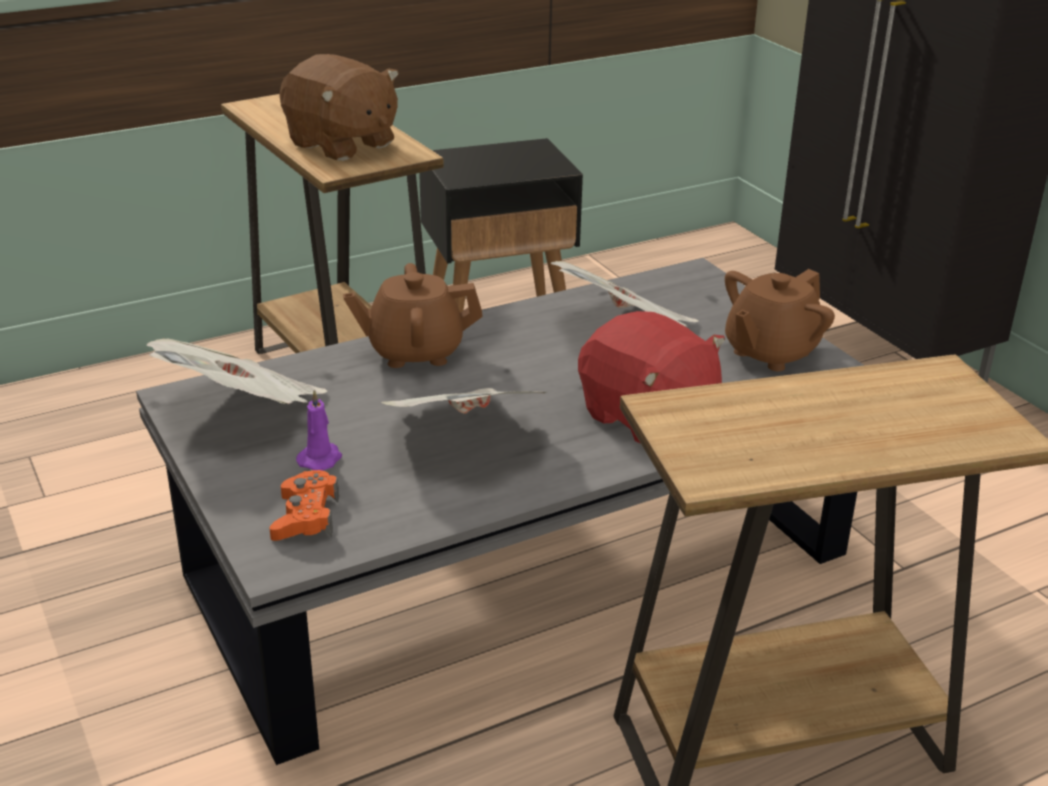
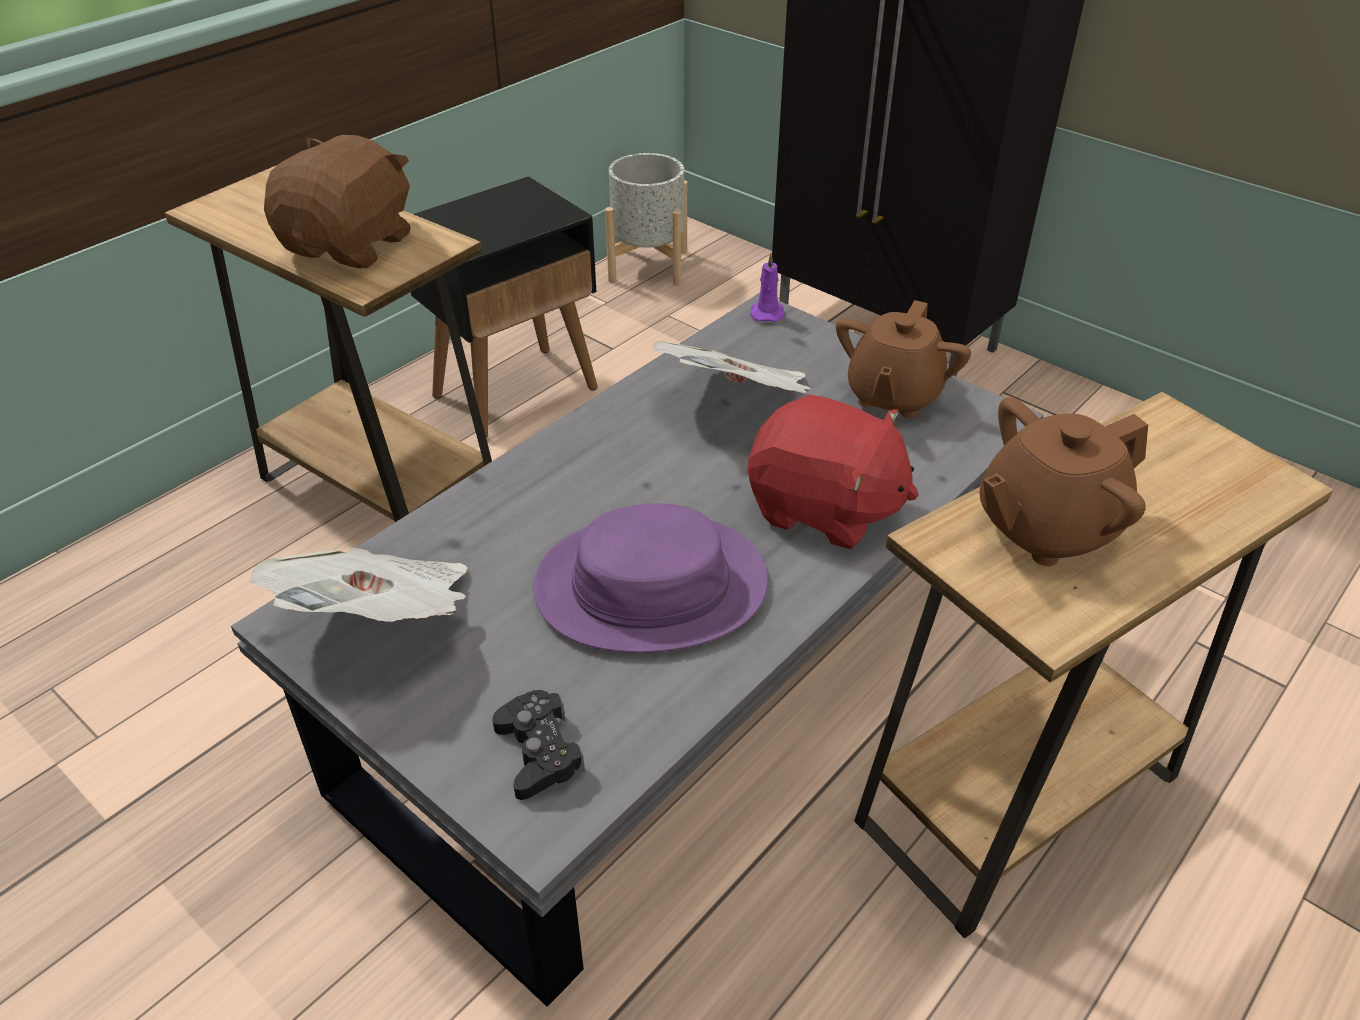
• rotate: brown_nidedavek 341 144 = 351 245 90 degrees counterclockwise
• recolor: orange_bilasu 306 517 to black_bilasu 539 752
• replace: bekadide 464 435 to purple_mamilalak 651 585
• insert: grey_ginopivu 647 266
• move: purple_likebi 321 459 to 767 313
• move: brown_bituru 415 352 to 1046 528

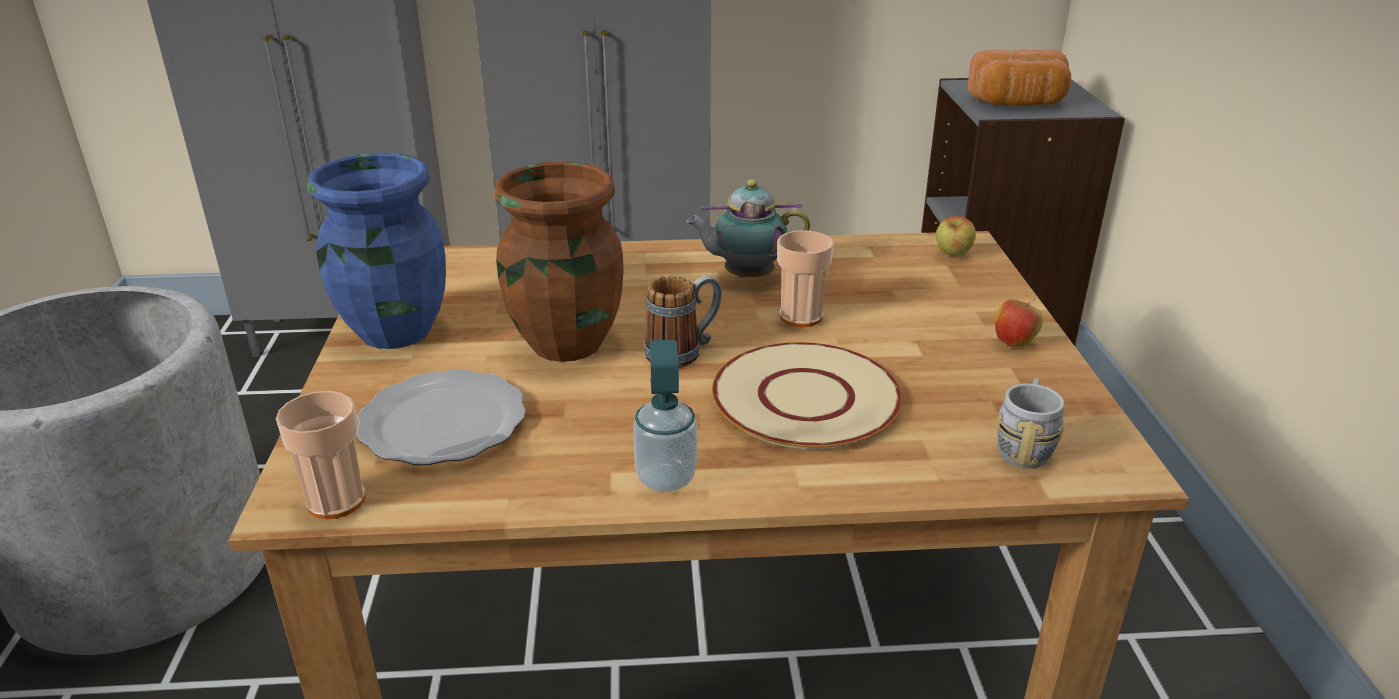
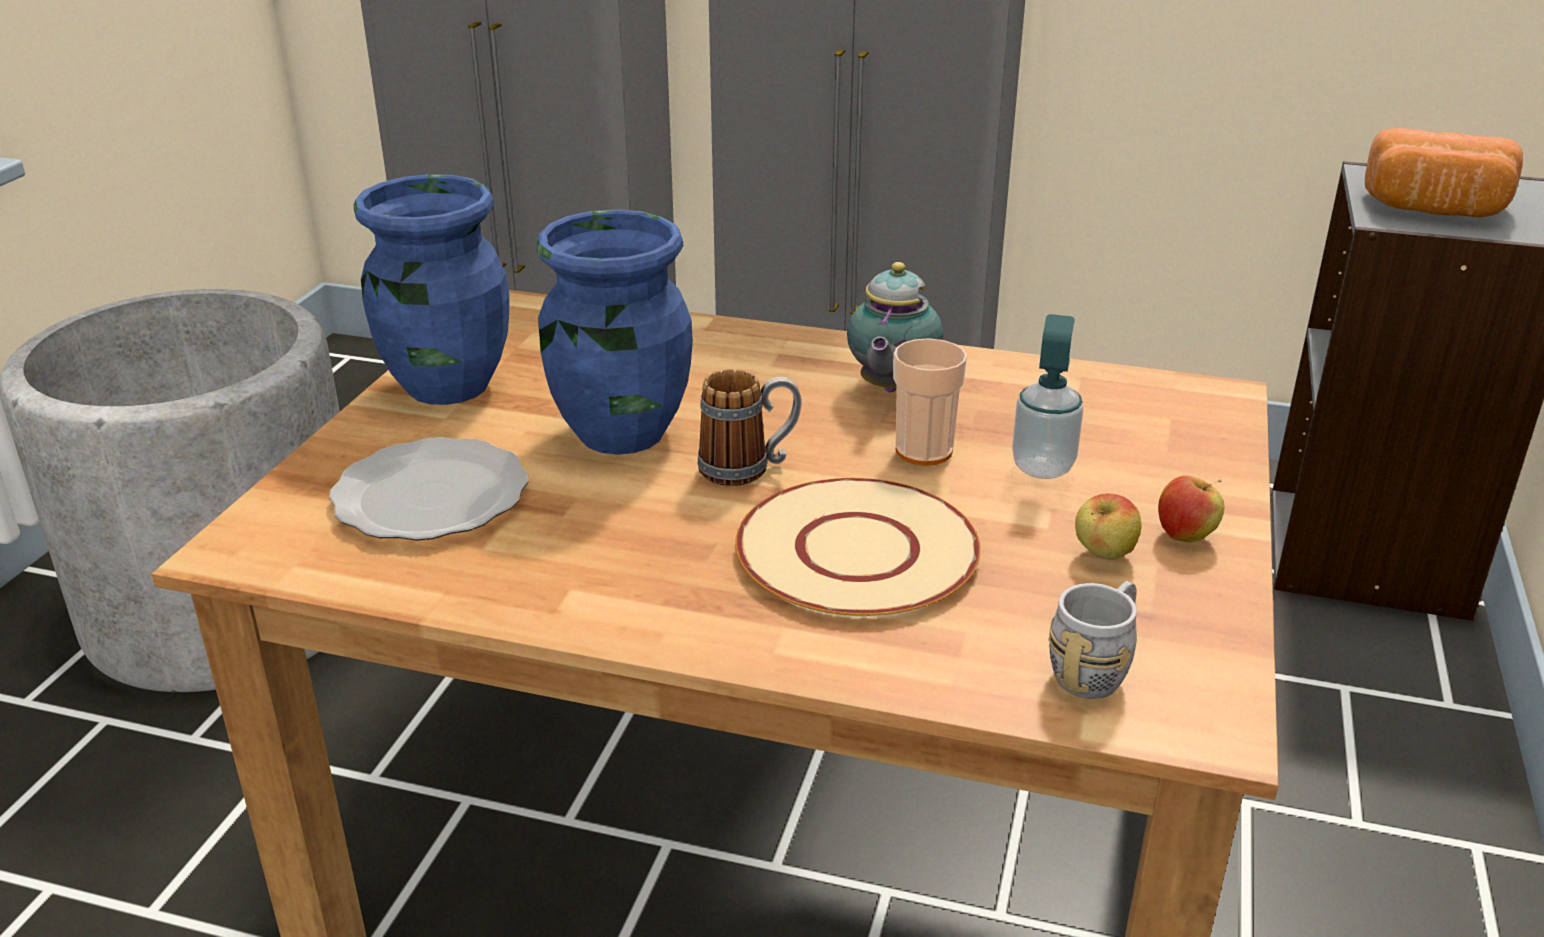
• recolor: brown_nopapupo 564 343 to blue_nopapupo 620 433
• rotate: bituru 745 276 = 890 389 90 degrees counterclockwise
• move: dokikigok 666 478 to 1042 467
• move: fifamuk 952 255 to 1103 556
• delete: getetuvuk 336 500

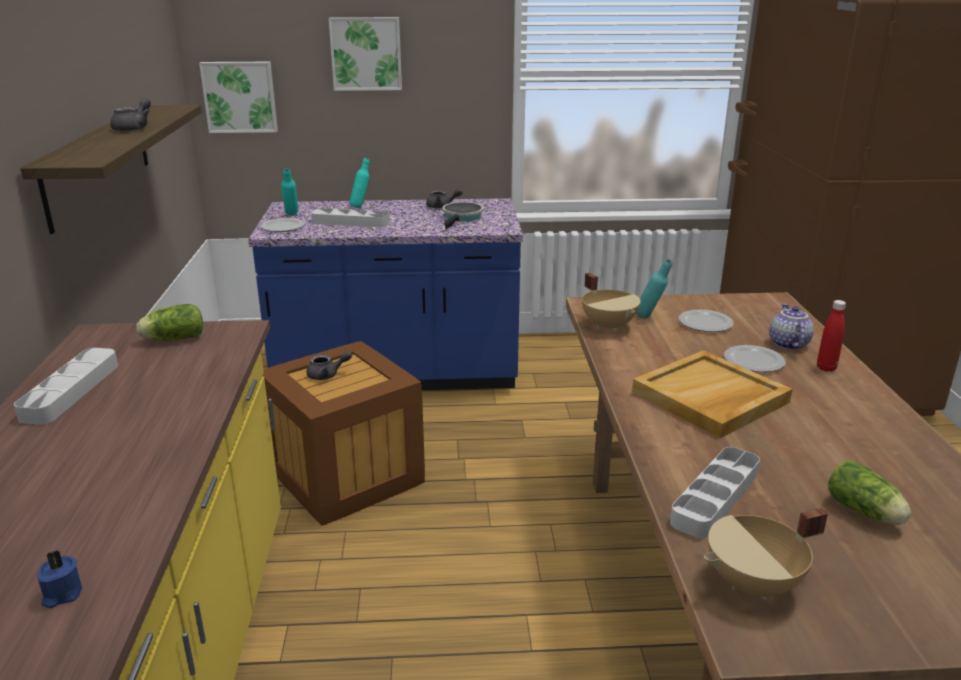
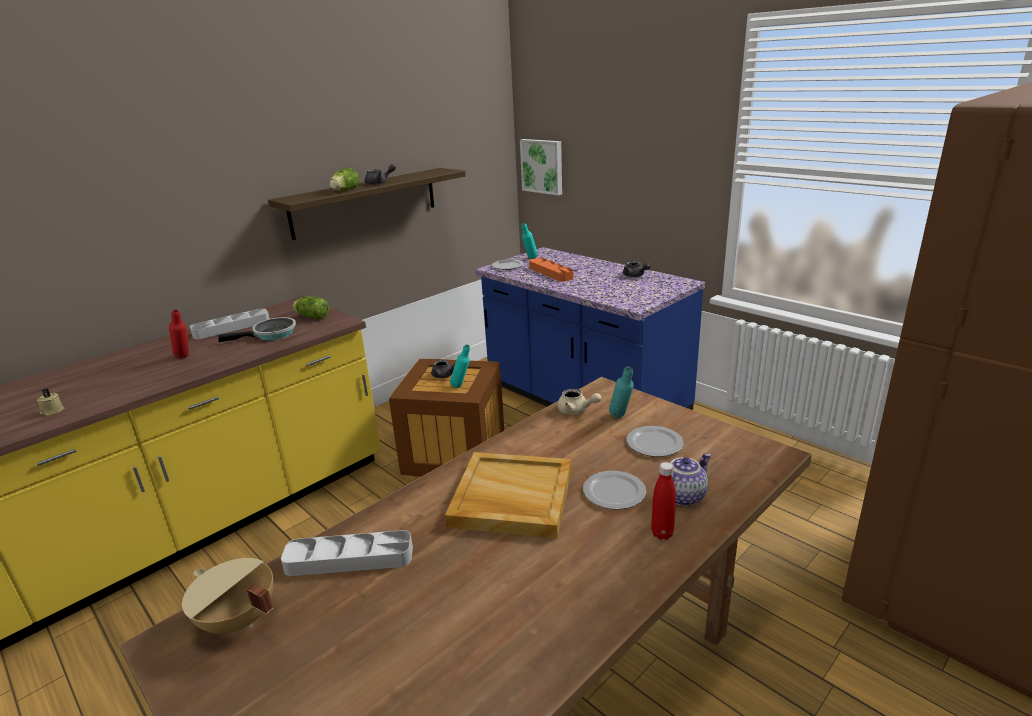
• recolor: blue_likebi 61 594 to beige_likebi 52 411
• insert: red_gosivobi 185 358
• move: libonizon 462 218 to 271 334
• move: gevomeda 866 513 to 344 190
• move: turquoise_gosivobi 361 207 to 461 386
• recolor: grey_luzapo 351 222 to orange_luzapo 550 273
• replace: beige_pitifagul 609 326 to beige_bituru 576 410
• delete: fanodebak 366 53

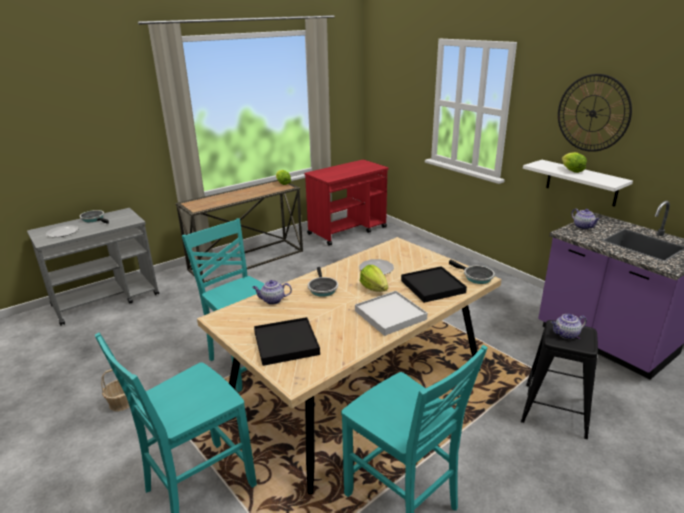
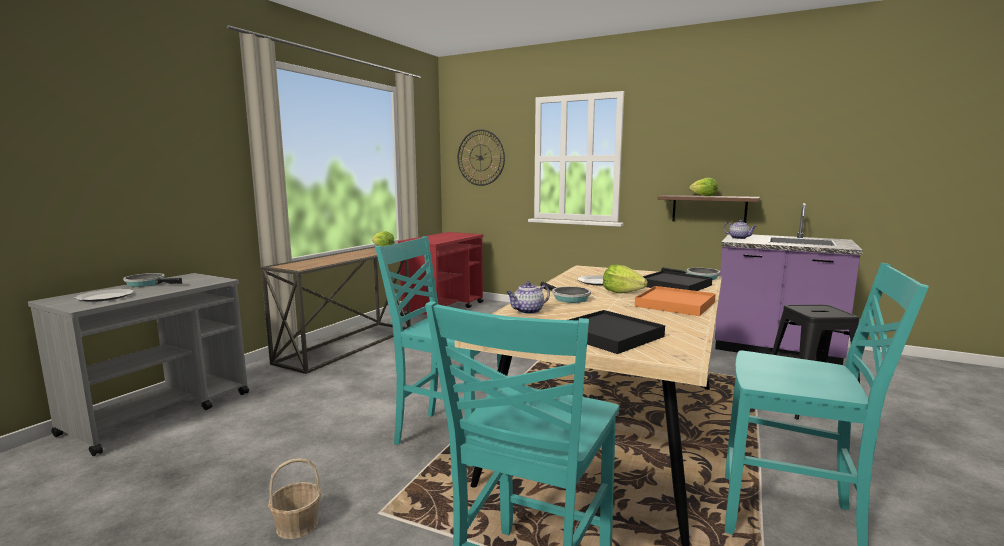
• move: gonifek 592 113 to 480 157
• recolor: white_luzapo 390 315 to orange_luzapo 675 304
• recolor: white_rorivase 581 183 to brown_rorivase 709 209
• delete: bituru 566 334

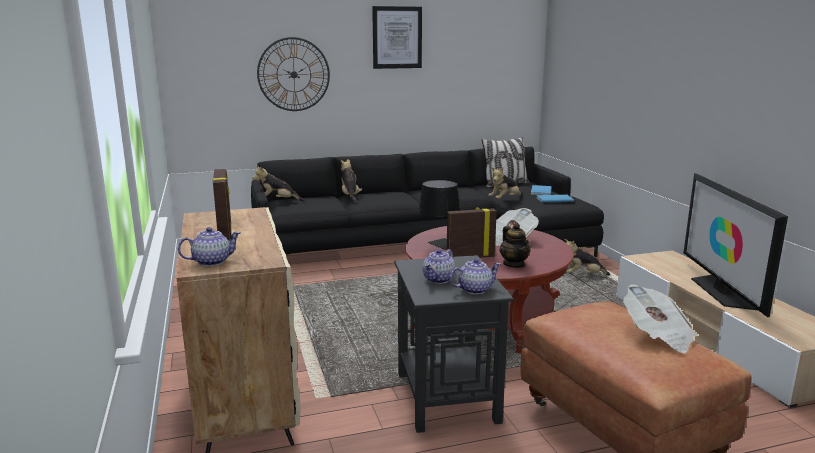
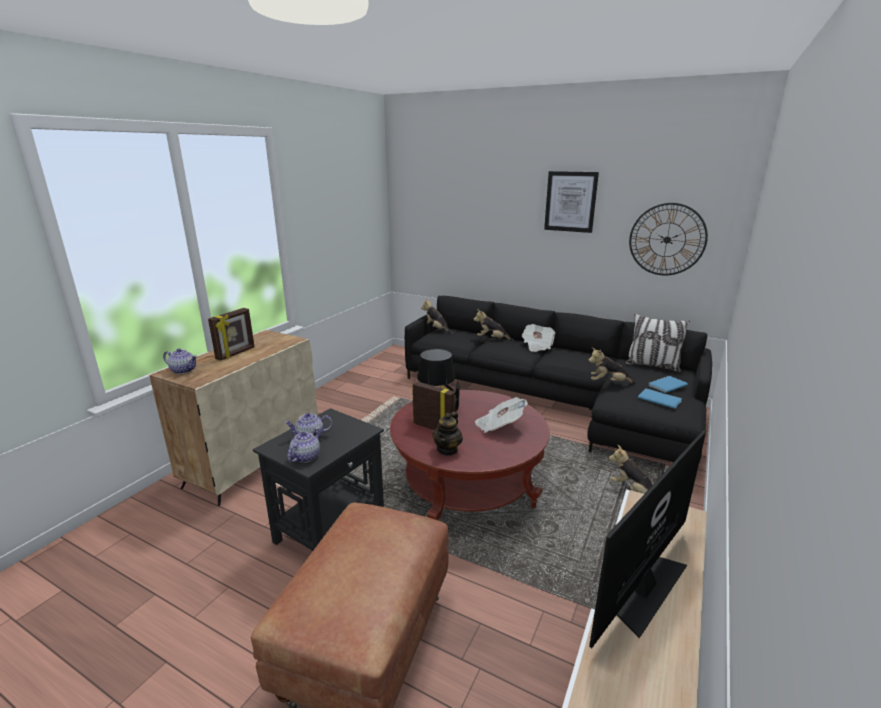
• rotate: bituru 474 289 = 305 456 90 degrees counterclockwise
• rotate: nidedavek 350 196 = 492 339 105 degrees counterclockwise
• move: bekadide 658 336 to 537 346
• move: gonifek 293 74 to 667 239

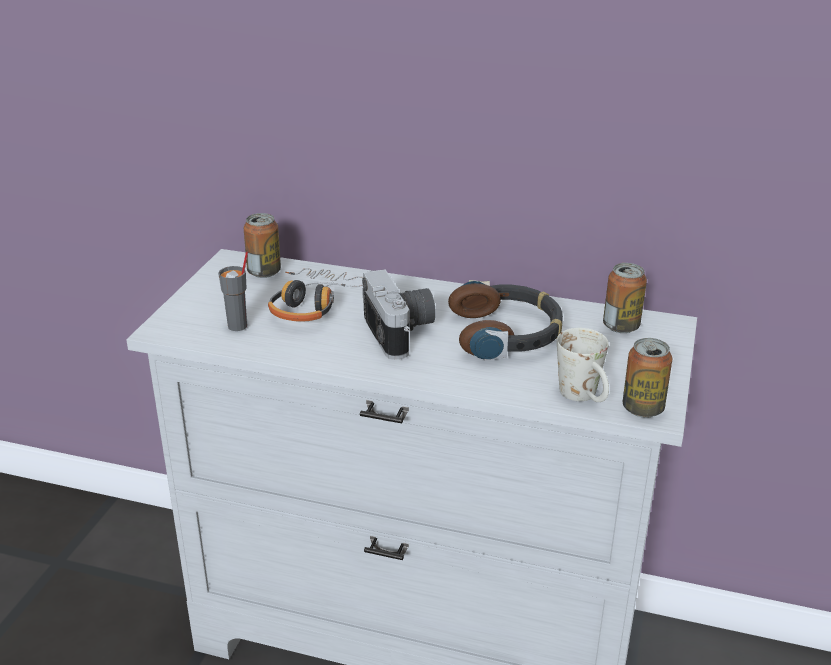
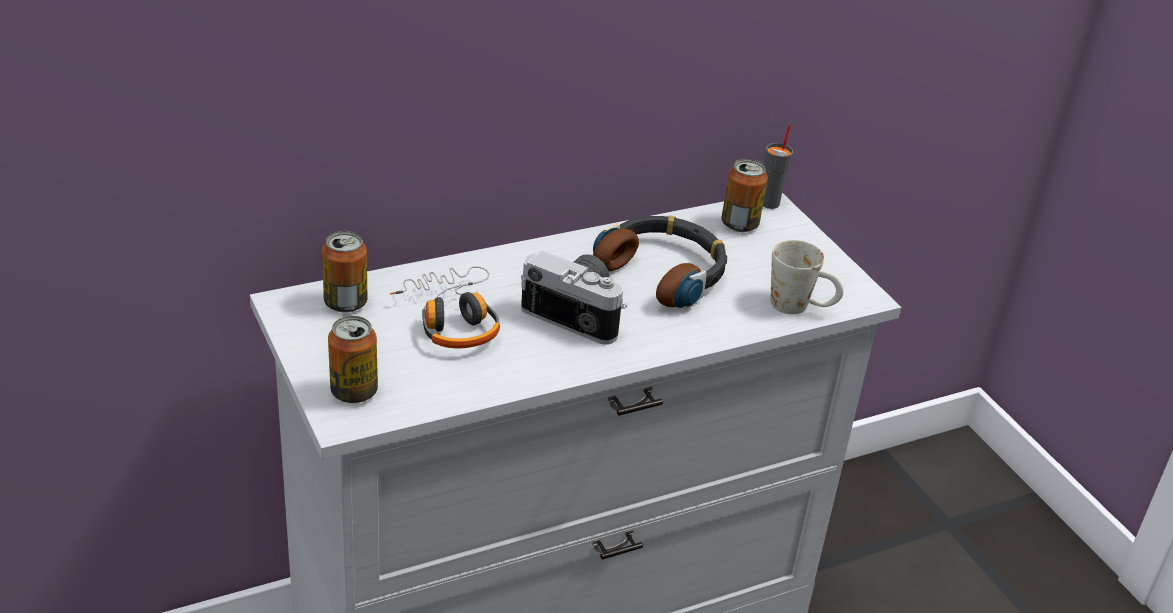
• move: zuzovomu 642 408 to 354 392
• move: grey_getetuvuk 238 326 to 770 203

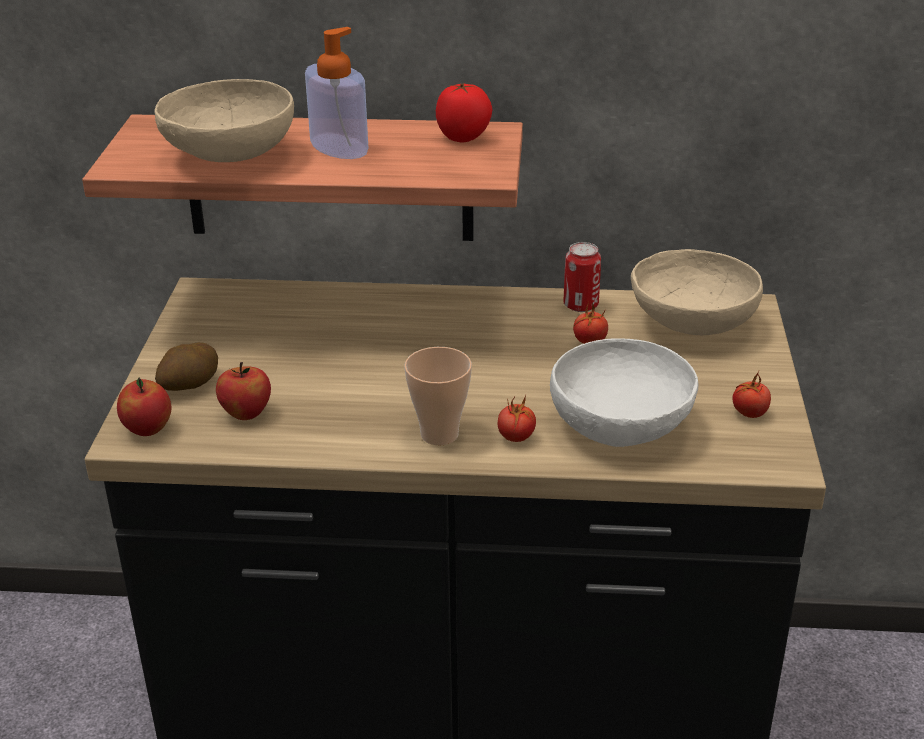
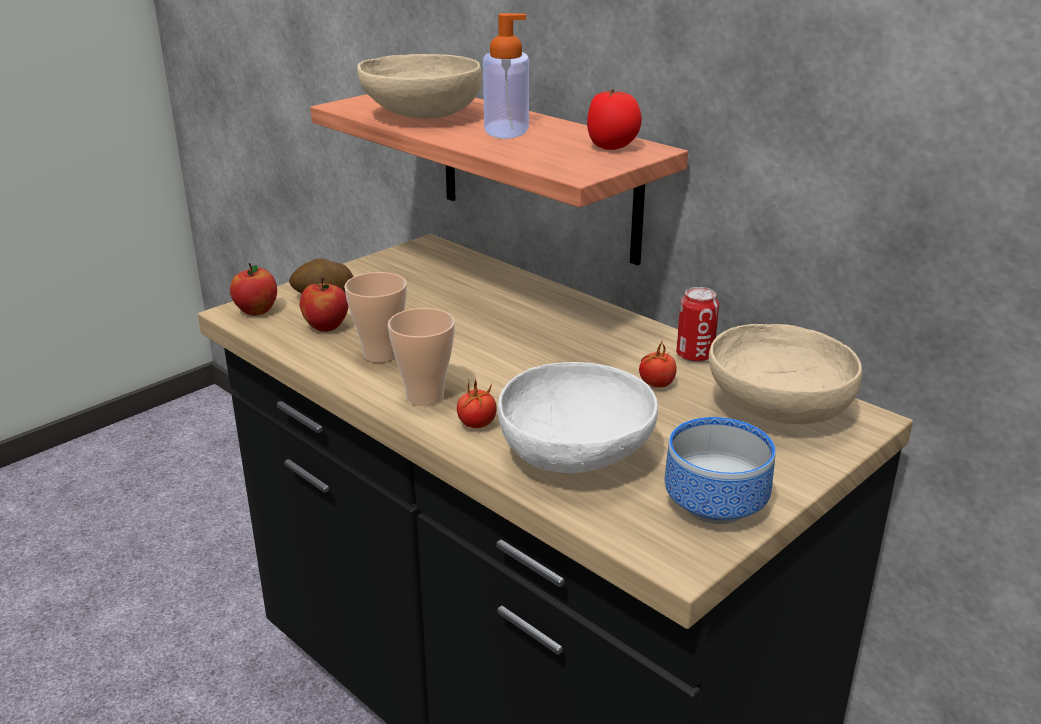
• insert: getetuvuk 380 354
• replace: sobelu 749 413 to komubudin 714 502

